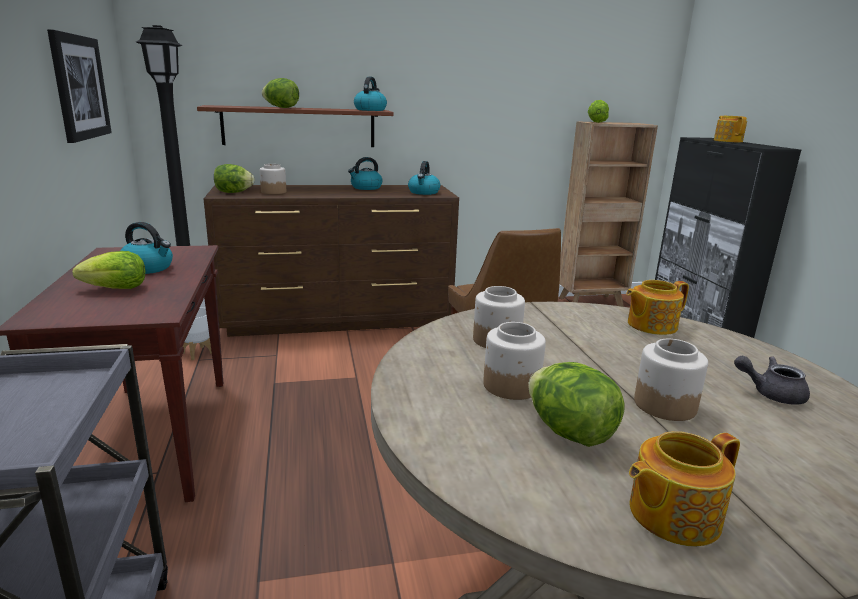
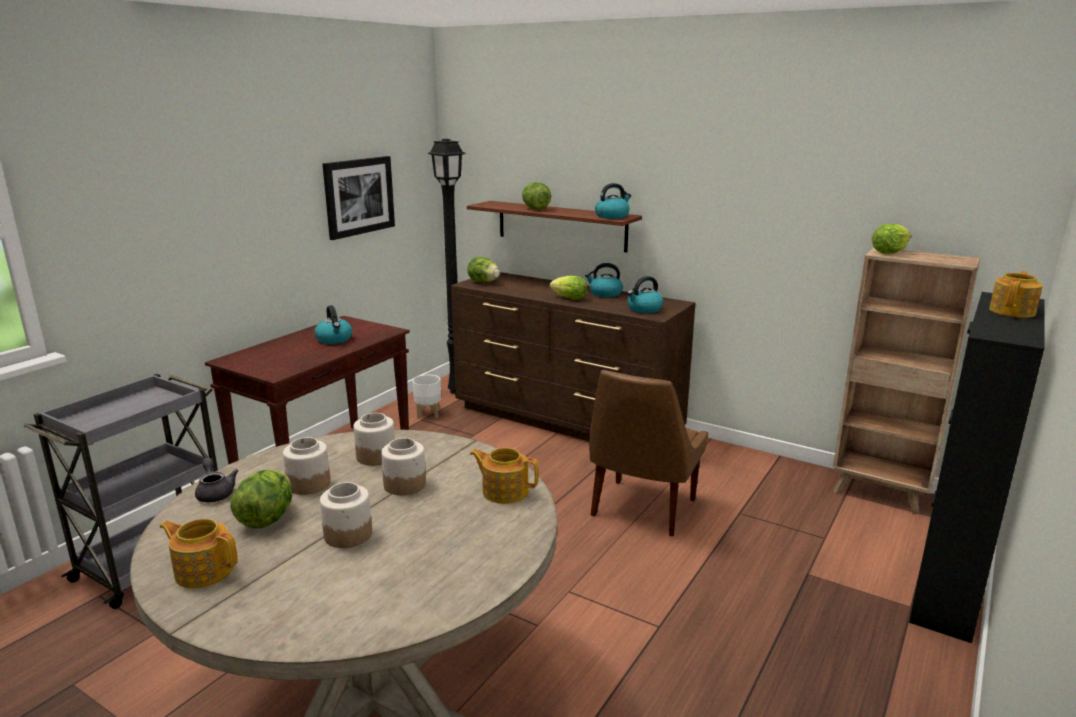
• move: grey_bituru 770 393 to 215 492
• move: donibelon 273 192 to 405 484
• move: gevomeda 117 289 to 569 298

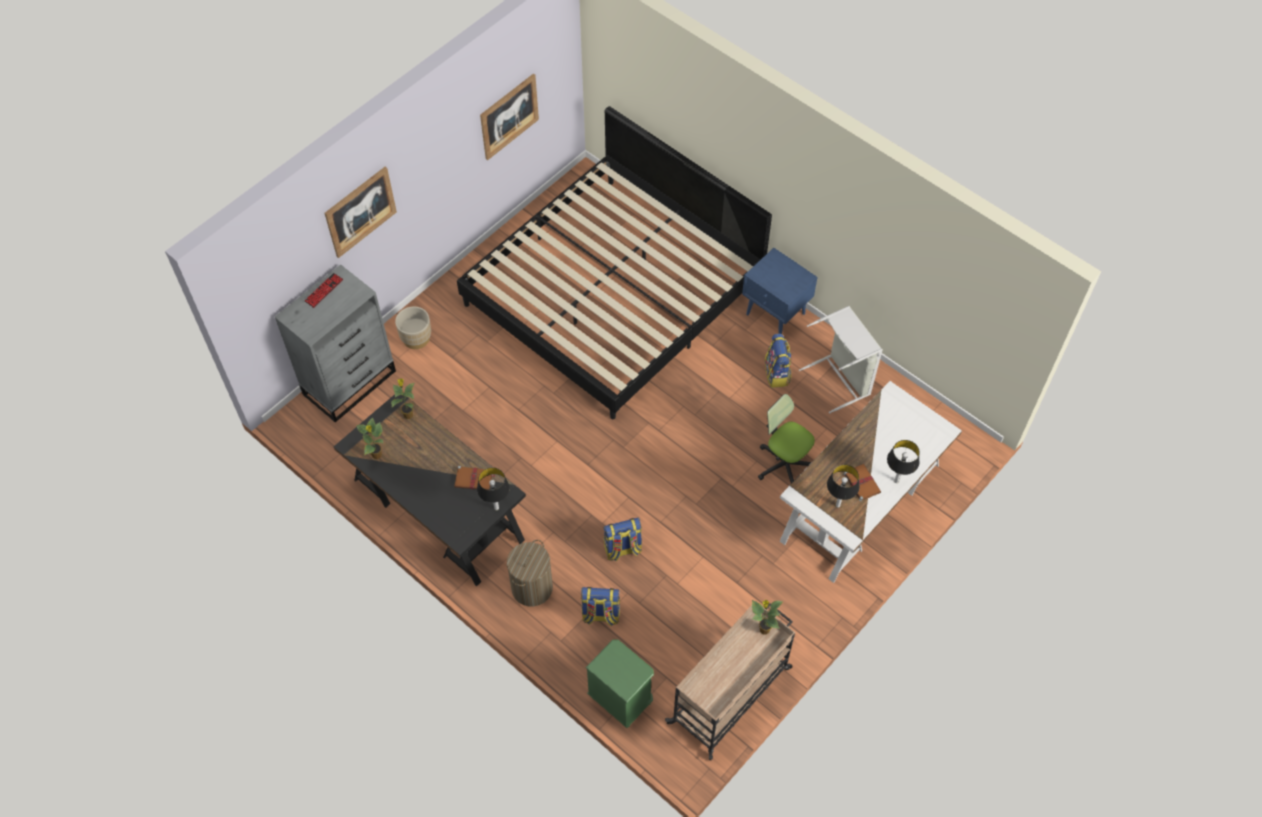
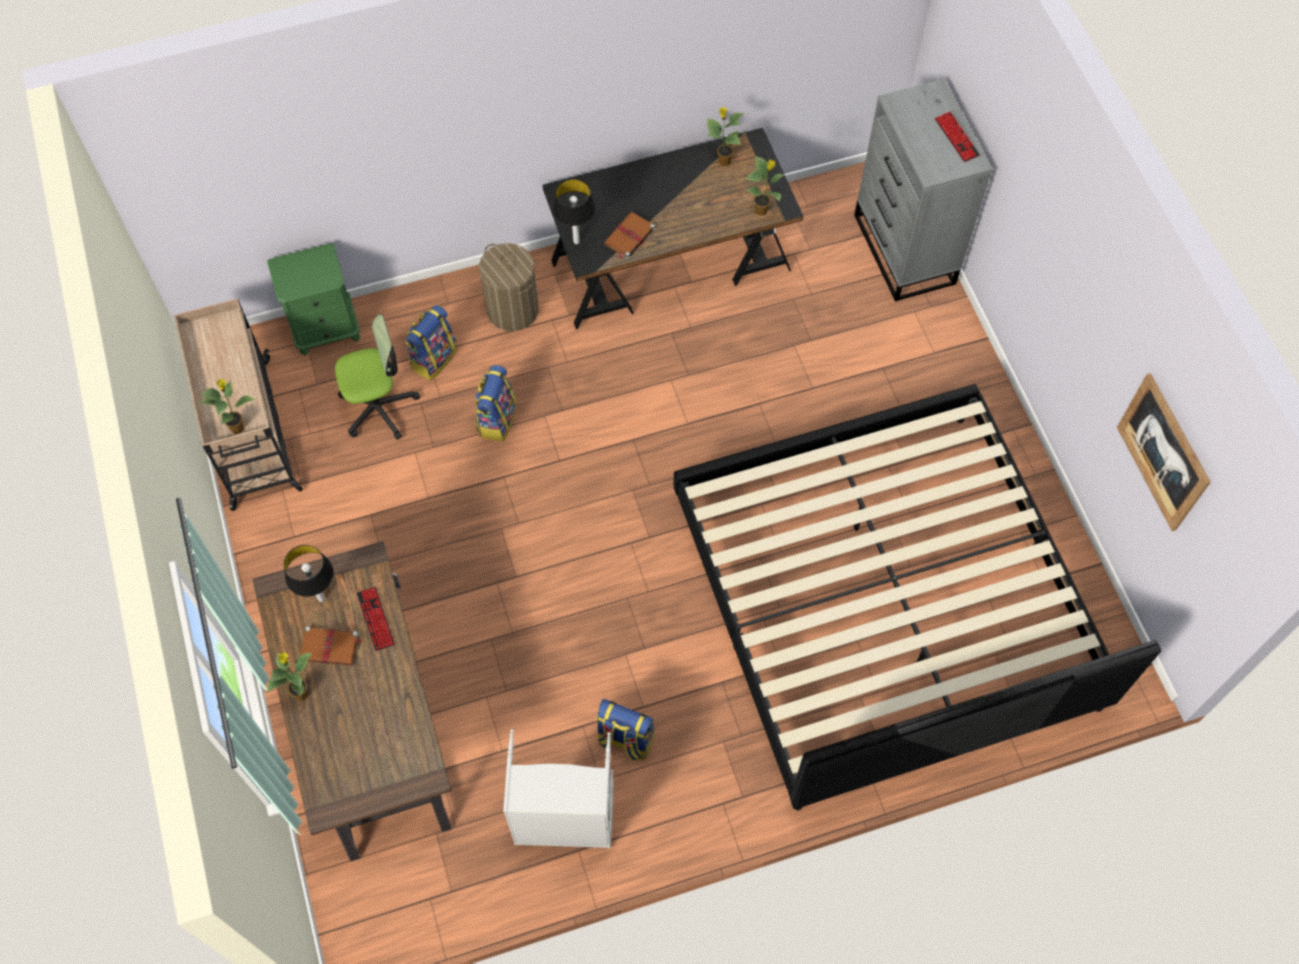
• recolor: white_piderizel 861 503 to brown_piderizel 368 721
• replace: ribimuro 896 481 to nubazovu 301 692
• move: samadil 784 464 to 379 407
• insert: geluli 375 619
• delete: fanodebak 360 211
• delete: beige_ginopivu 416 338
• delete: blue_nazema 776 314

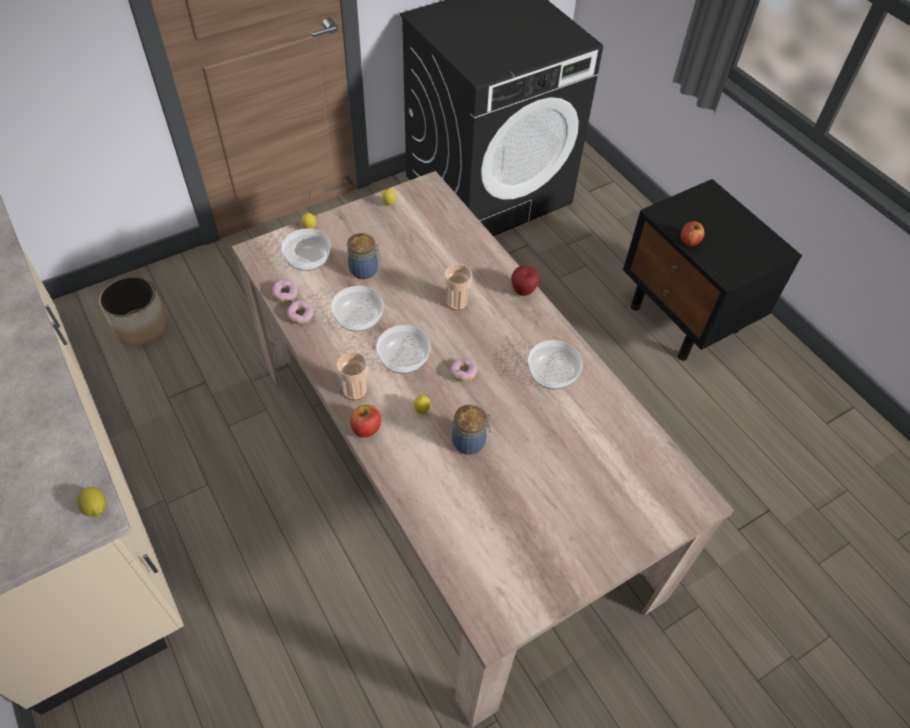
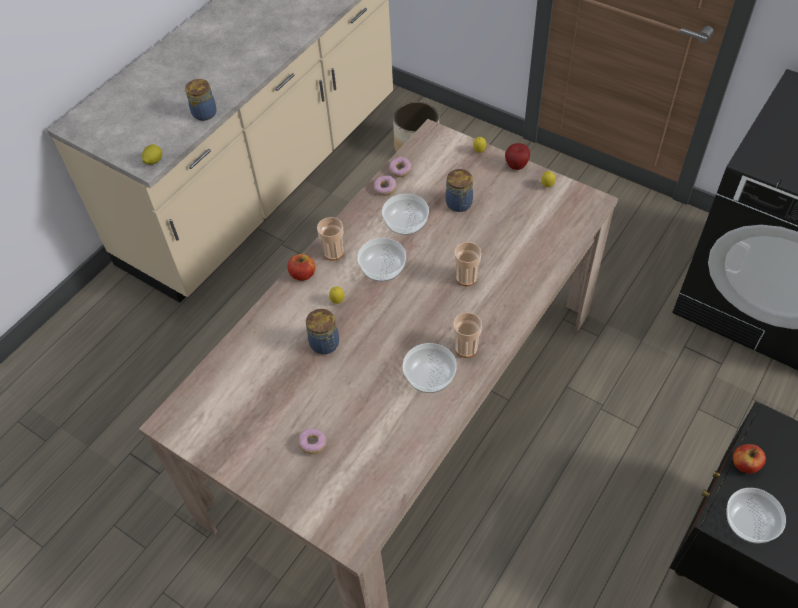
• insert: donibelon 203 113
• move: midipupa 463 373 to 313 444
• insert: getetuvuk 466 348
• move: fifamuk 523 291 to 516 166
• move: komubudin 308 259 to 749 523

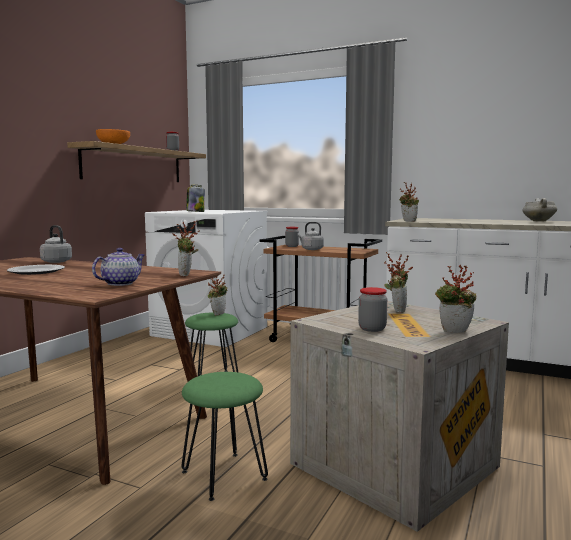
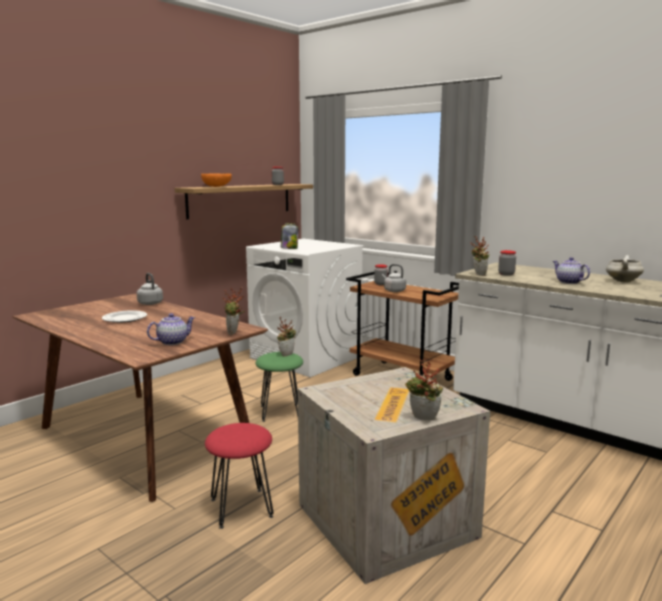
• recolor: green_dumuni 224 476 to red_dumuni 241 508
• move: donibelon 372 329 to 506 274
• insert: bituru 568 282
• delete: nubazovu 396 310

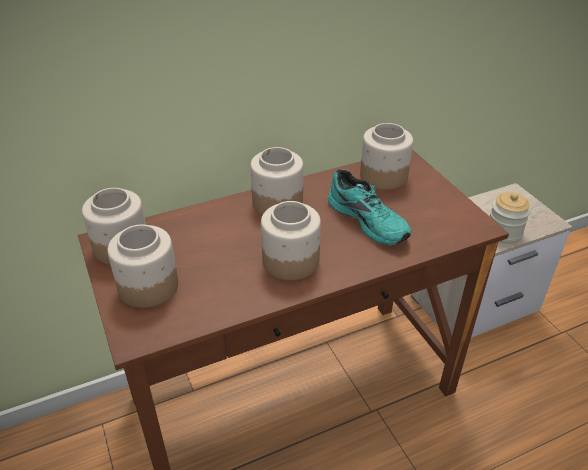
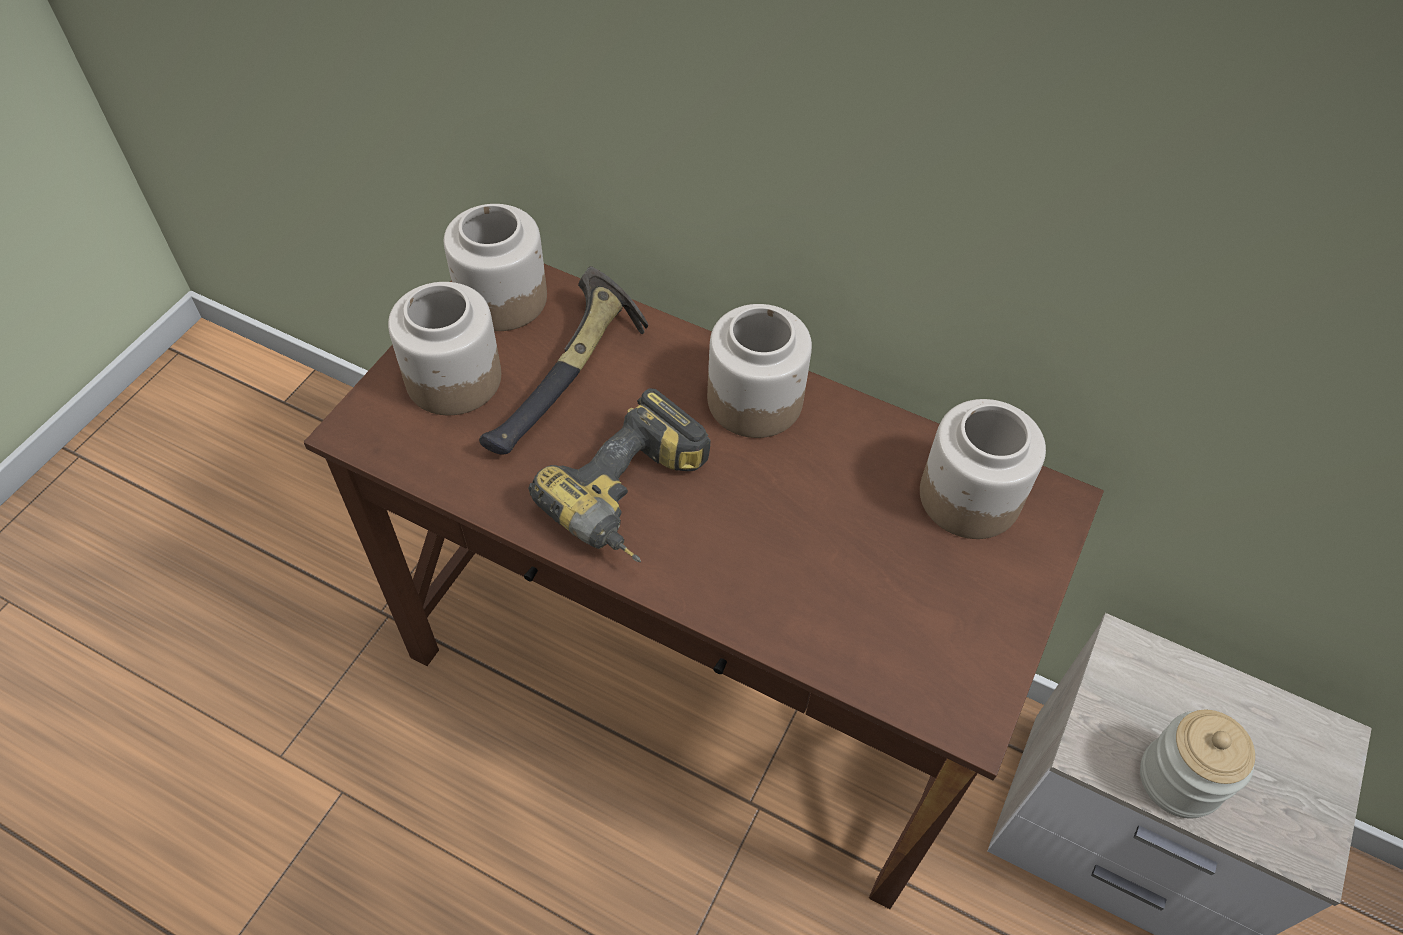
• insert: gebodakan 572 377
• replace: donibelon 290 261 to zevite 635 500
• delete: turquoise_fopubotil 369 220

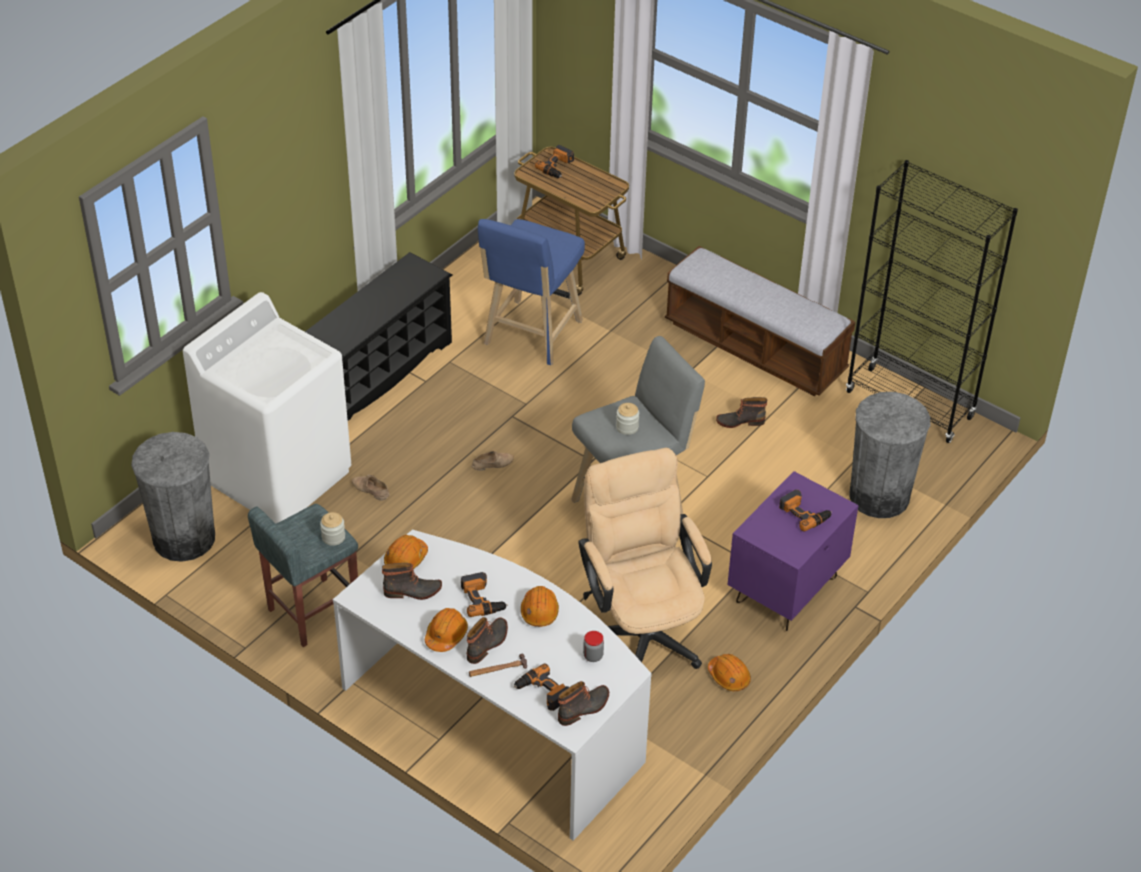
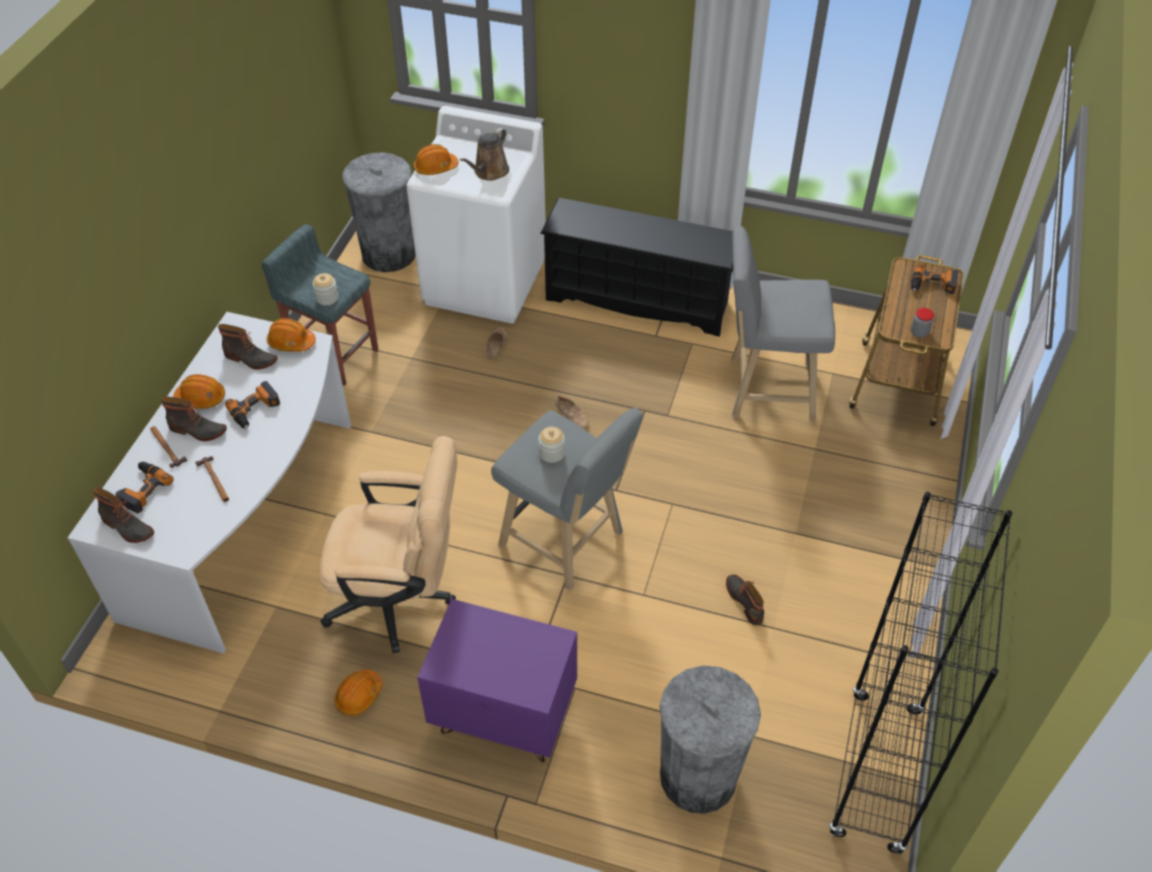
• insert: gebodakan 214 481
• rotate: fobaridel 412 592 = 250 359 45 degrees counterclockwise
• rotate: beige_samadil 642 628 = 401 599 45 degrees clockwise
• move: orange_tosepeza 539 611 to 435 168
• insert: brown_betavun 489 172
• recolor: blue_dumuni 530 336 to grey_dumuni 765 389
• move: donibelon 593 656 to 919 333
• delete: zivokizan 755 348
• delete: zevite 804 513

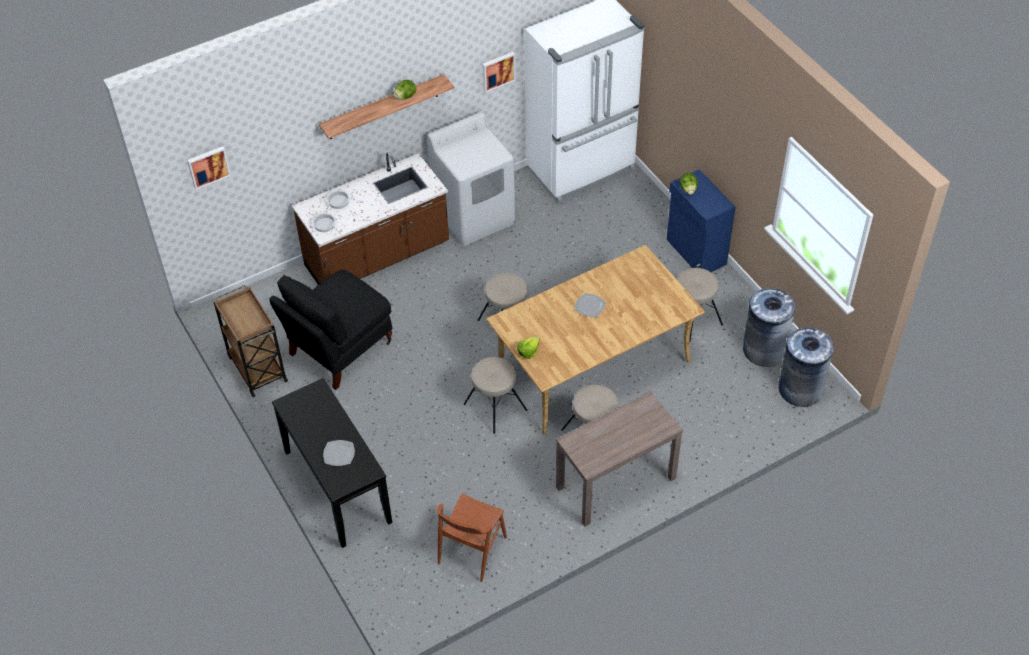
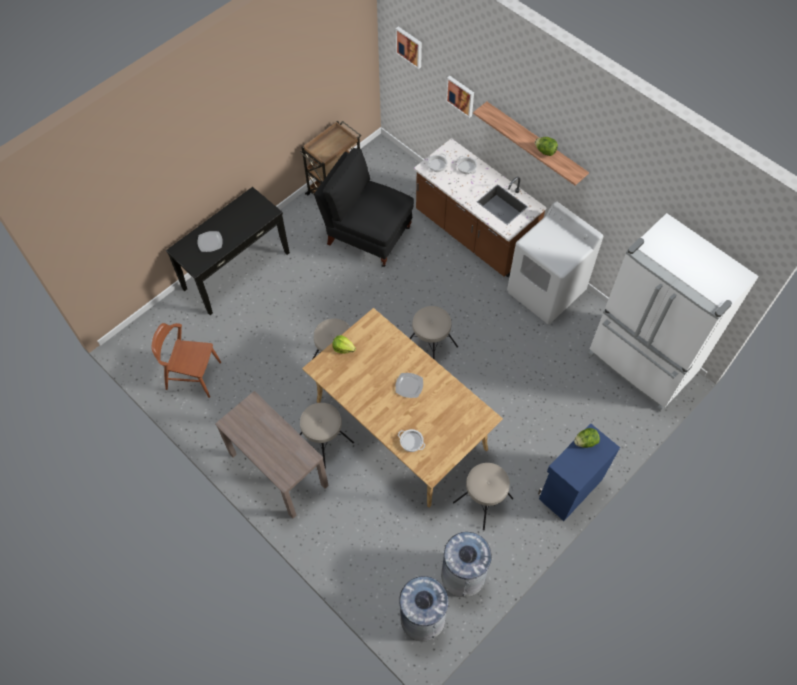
• insert: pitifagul 411 442
• move: fanodebak 498 71 to 461 96

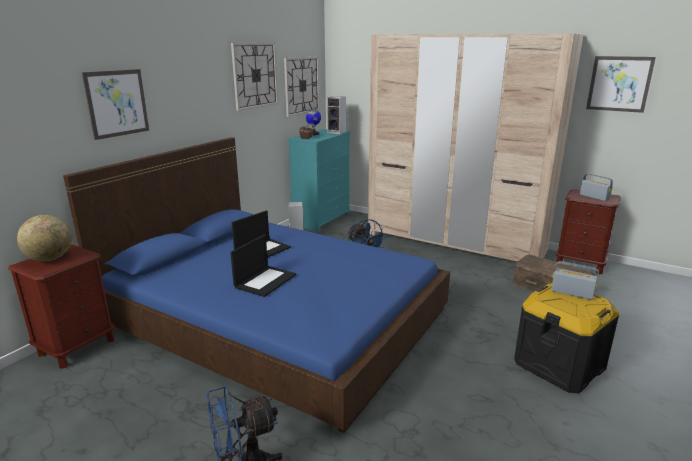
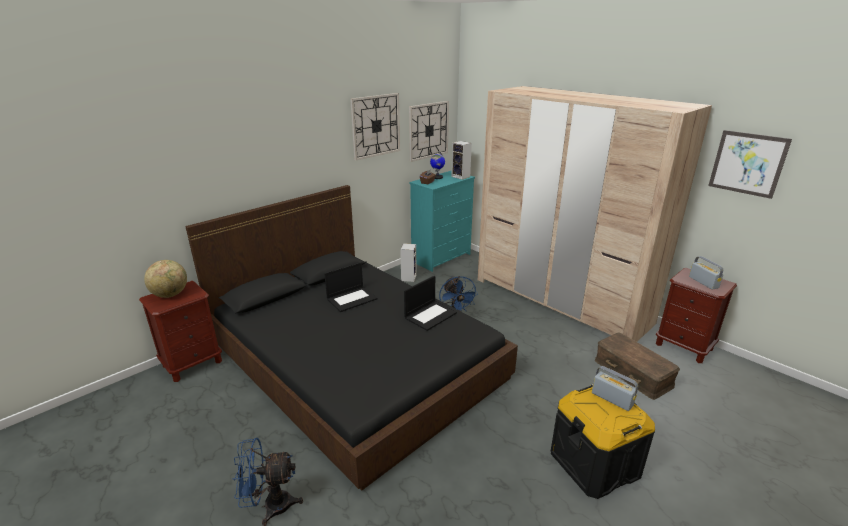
• recolor: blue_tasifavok 275 315 to black_tasifavok 355 359
• move: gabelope 265 280 to 430 315
• delete: fanodebak 117 103

